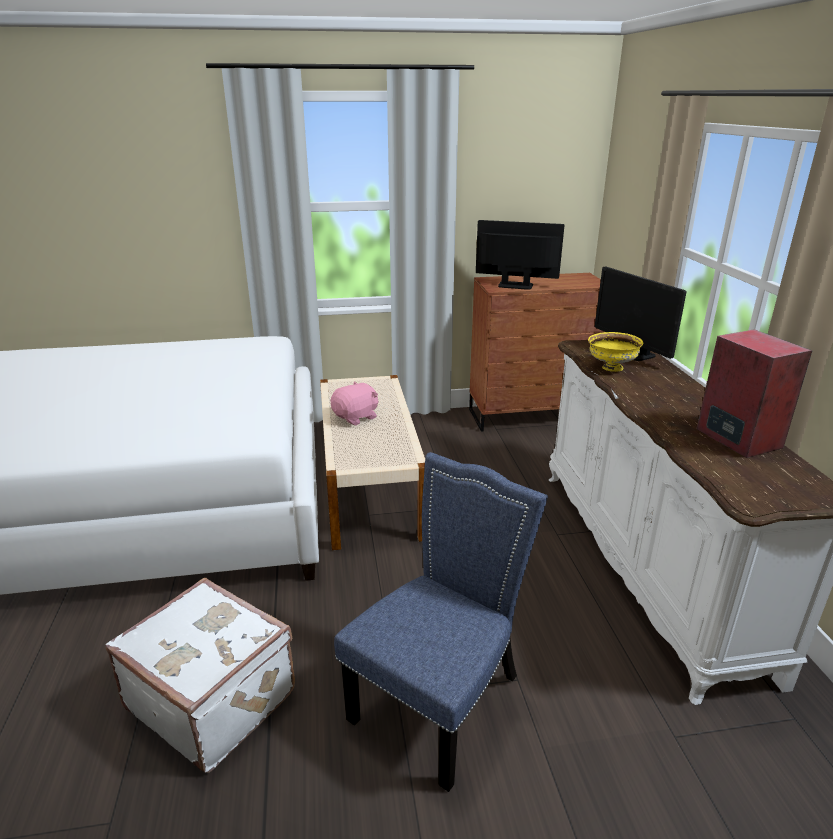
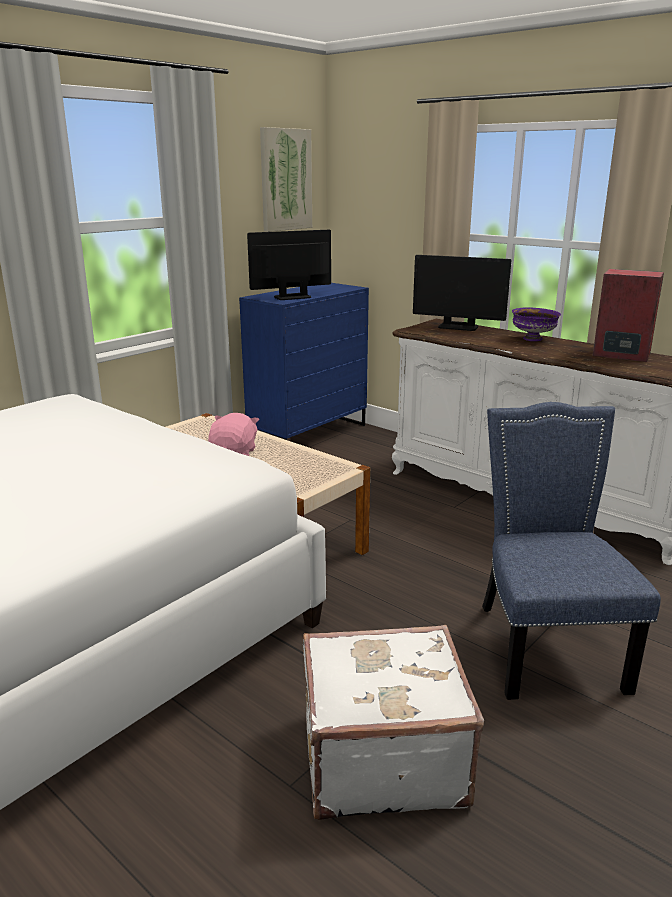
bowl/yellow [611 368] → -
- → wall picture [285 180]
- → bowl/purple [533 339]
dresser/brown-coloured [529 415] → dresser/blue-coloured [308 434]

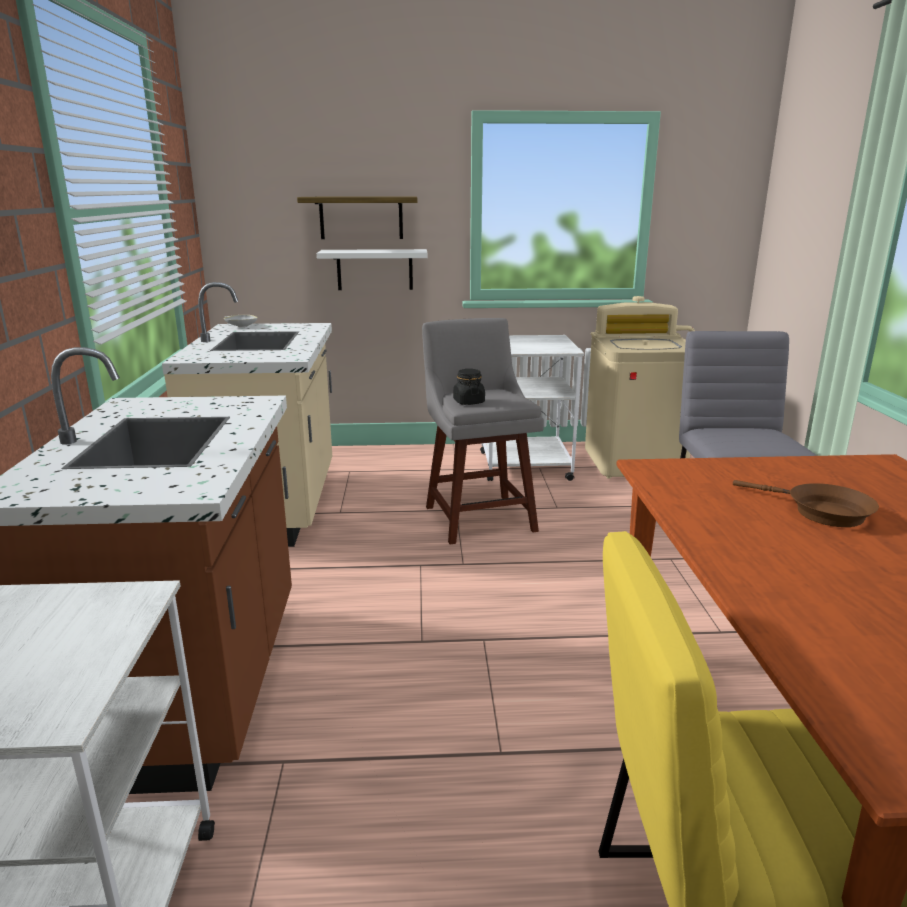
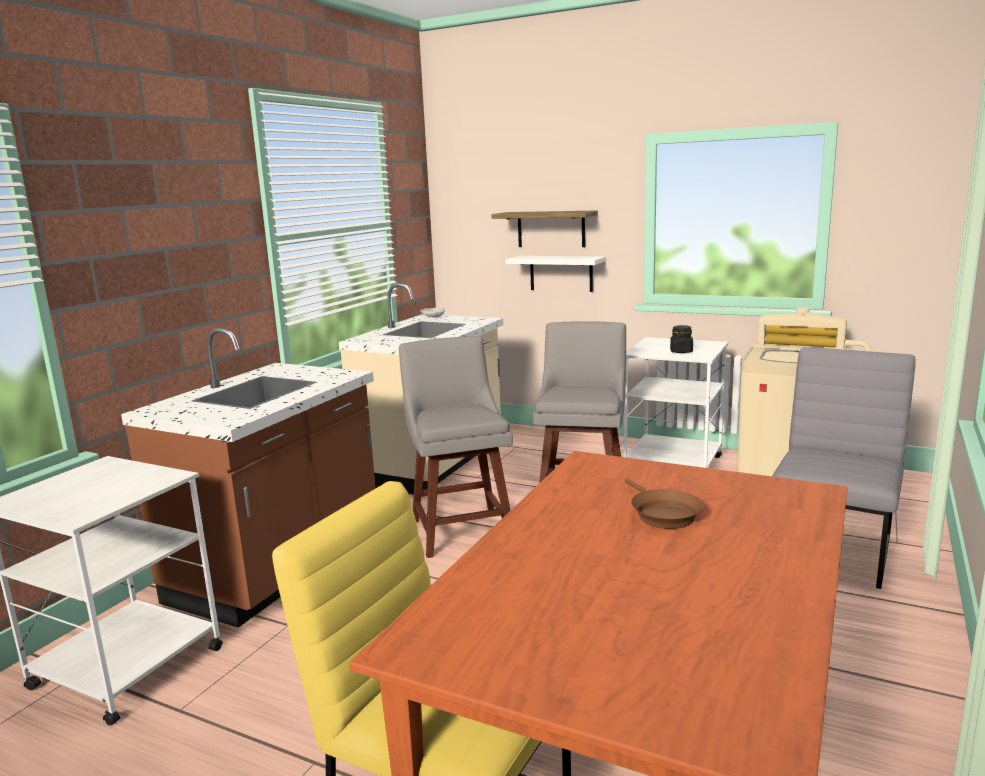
- → stool seat/gray [461 528]
preserve jar/black-coloured [468 402] → preserve jar/black-coloured [681 351], move

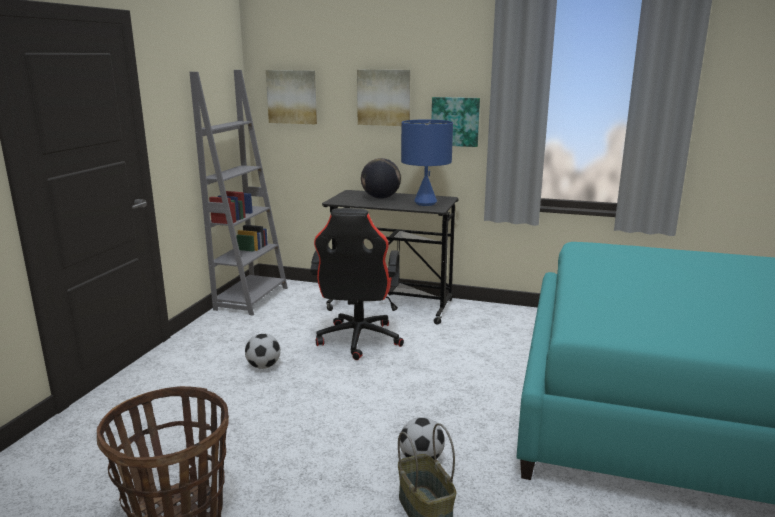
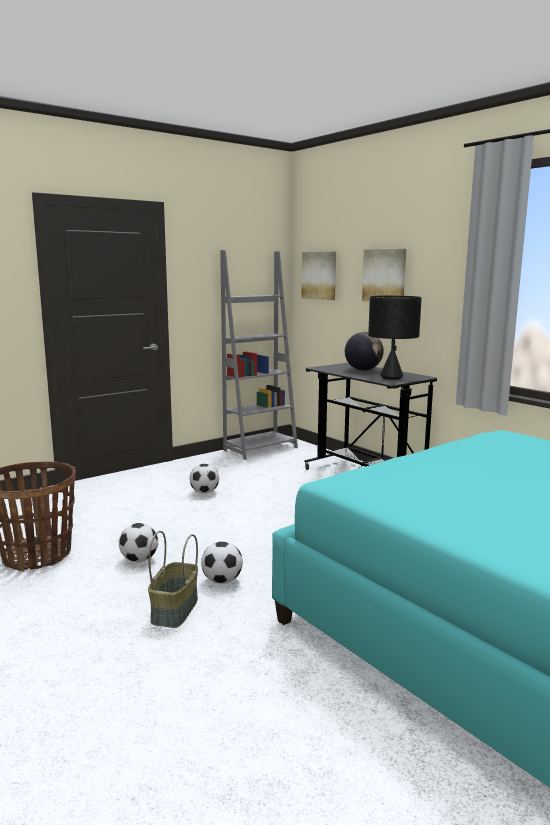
office chair/black-coloured [358 343] → -
wall picture [455 121] → -
- → ball for football [139 560]
tabletop lamp/blue-coloured [425 204] → tabletop lamp/black-coloured [391 378]

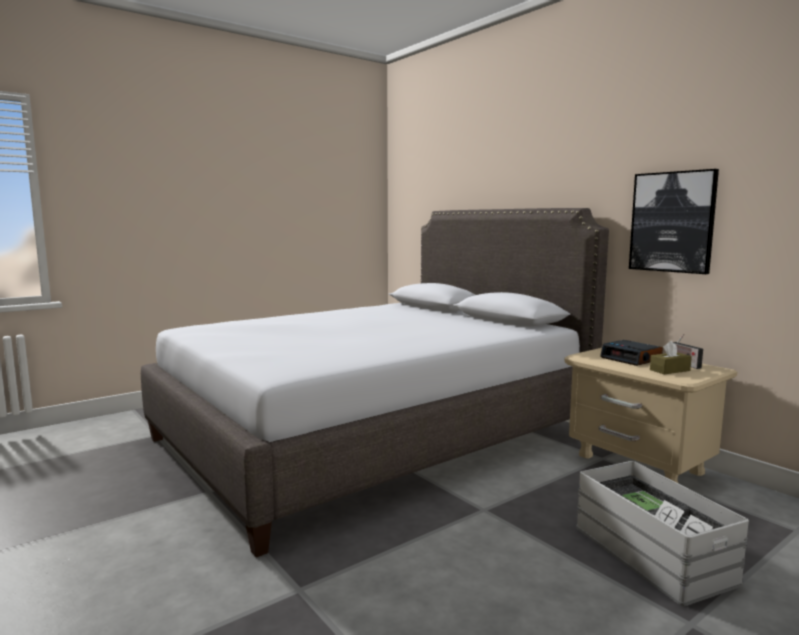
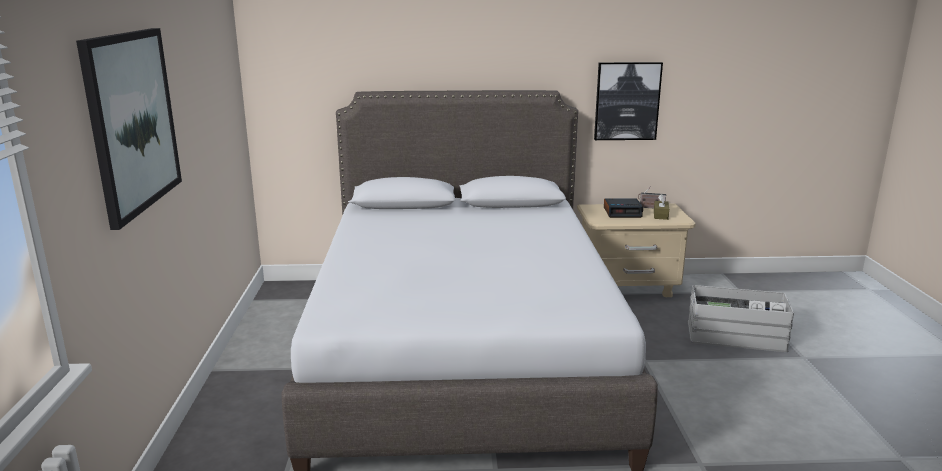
- → wall picture [132 121]

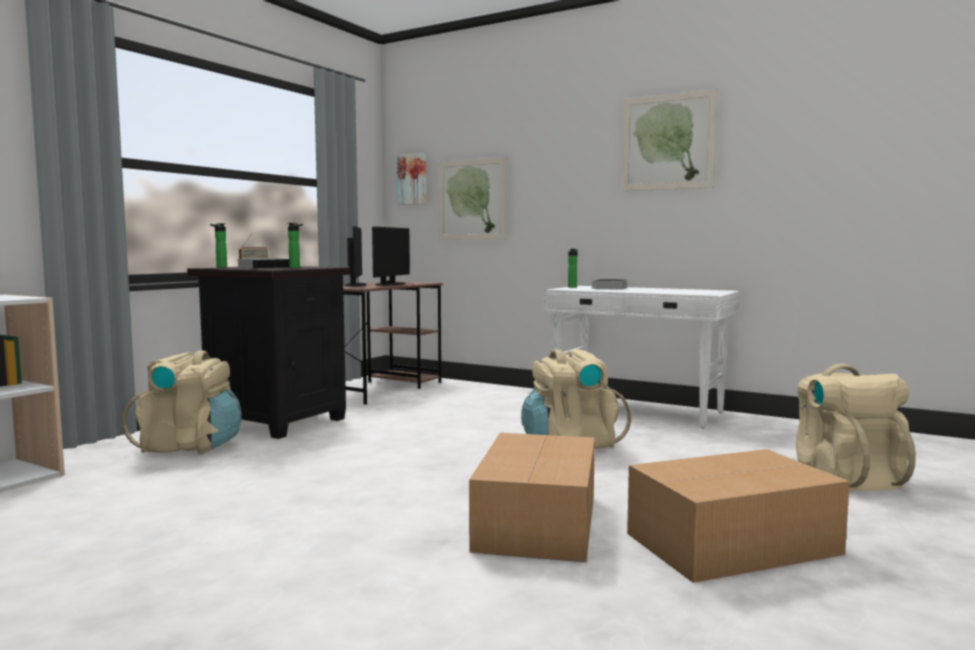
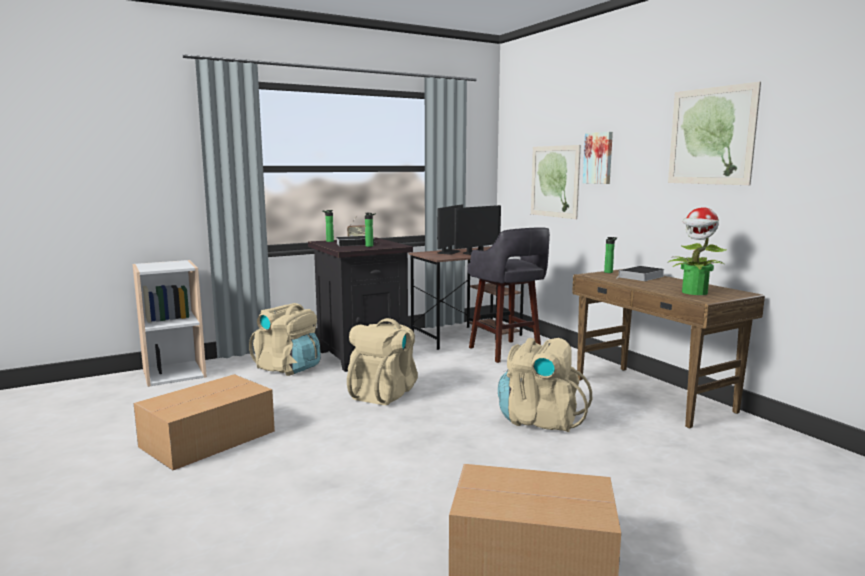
- → stool seat/gray [506 352]
- → houseplant [694 292]
wall picture [413 179] → wall picture [599 158], move
carton [539 521] → carton [210 438], move
backpack/beige-coloured [846 477] → backpack/beige-coloured [383 393], move
narrow table/whitish [638 410] → narrow table/brown-coloured [653 395]

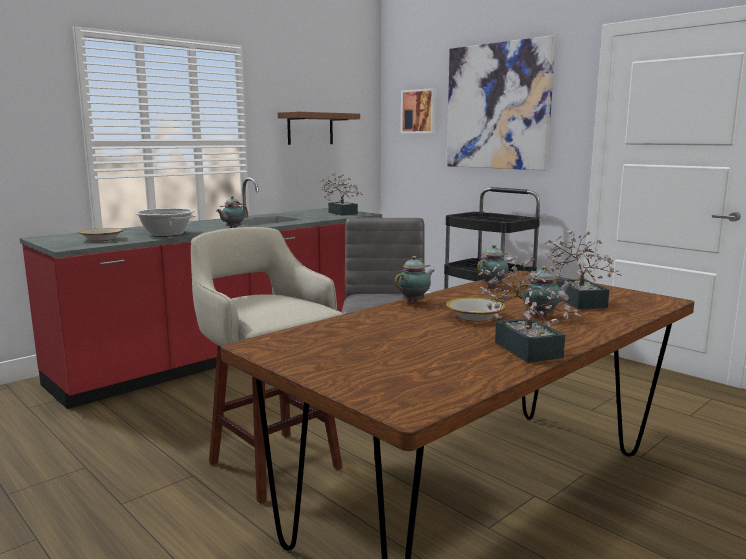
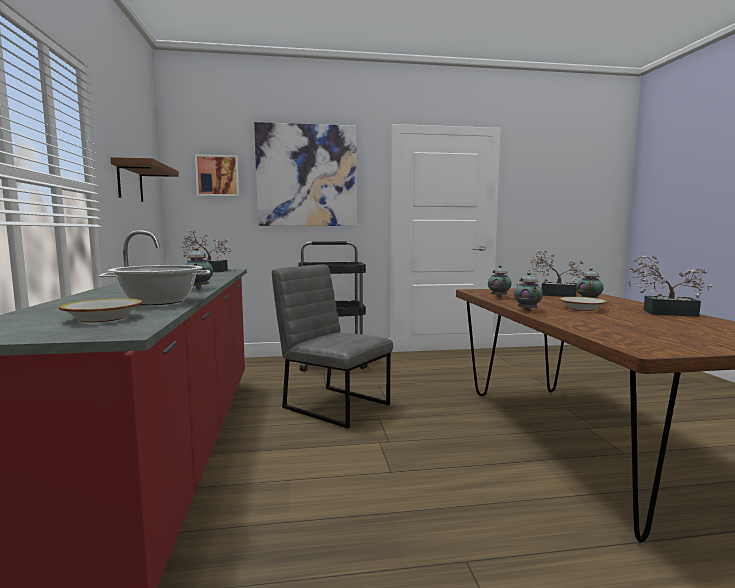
stool seat/beige-coloured [272 462] → -

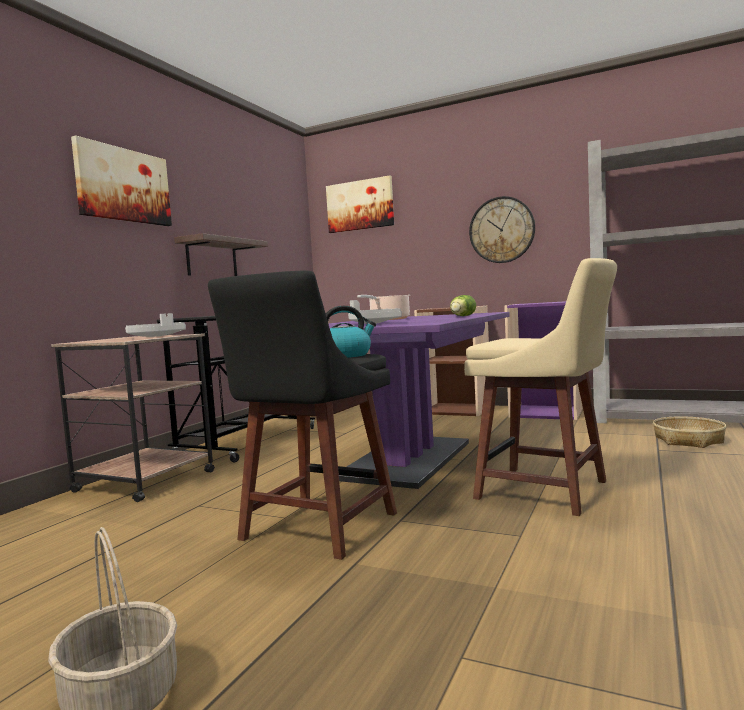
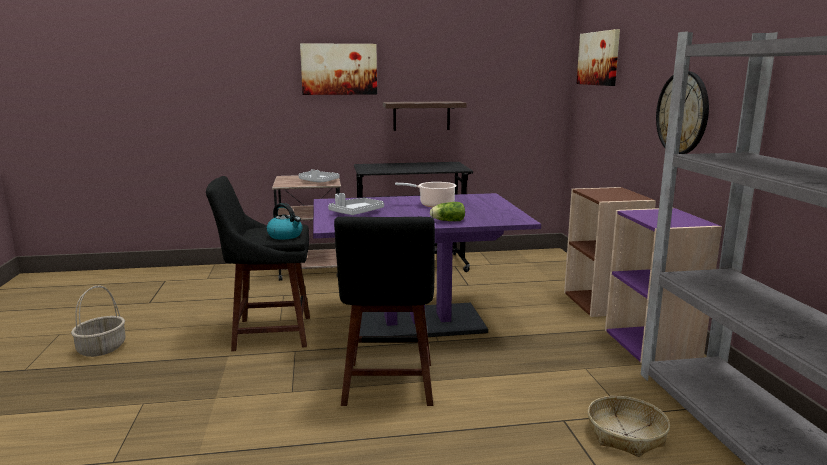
stool seat/beige-coloured [548 491] → stool seat/black-coloured [387 386]

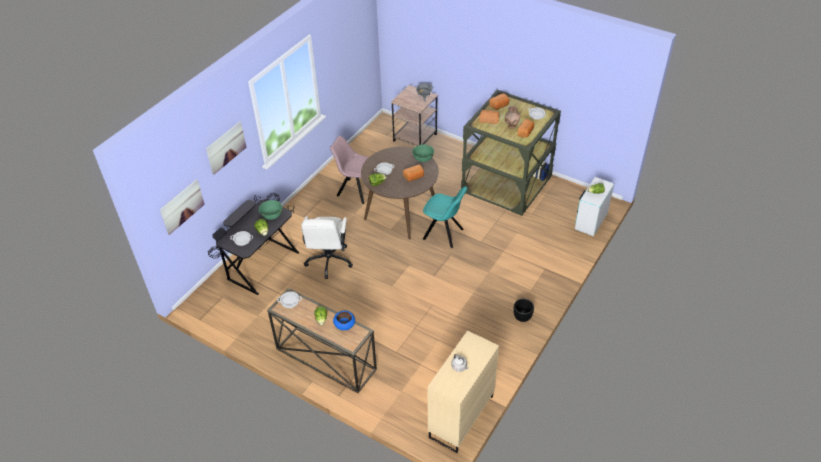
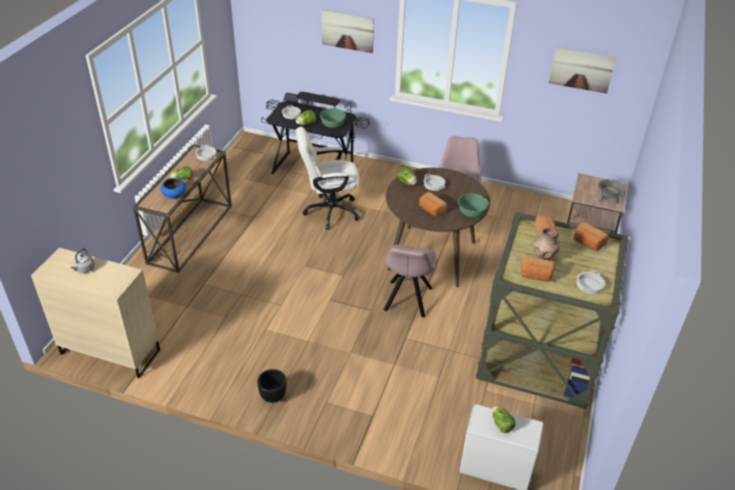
wall picture [182 206] → wall picture [581 69], move
chair/blue-green [443 234] → chair/pink-coloured [407 299]

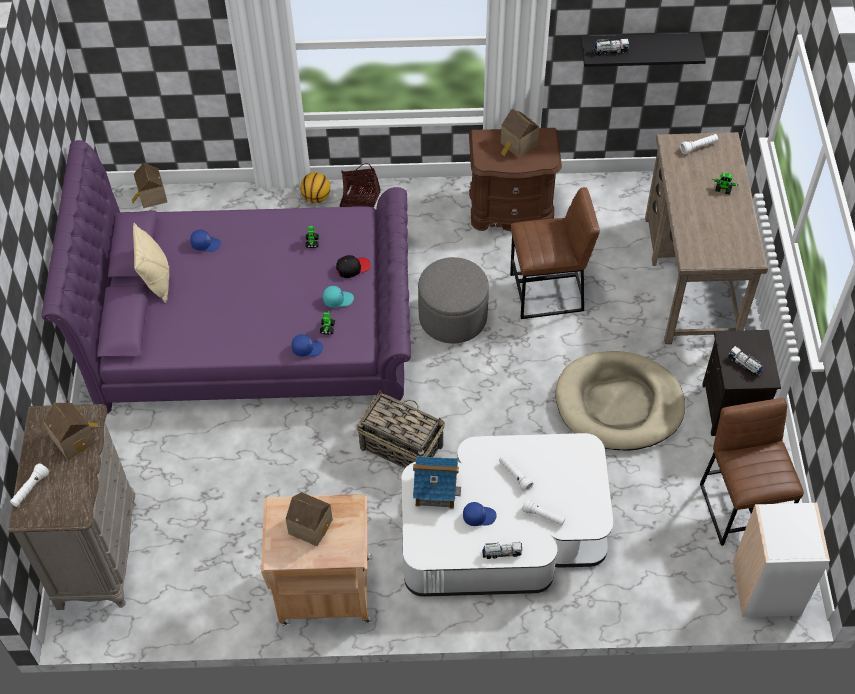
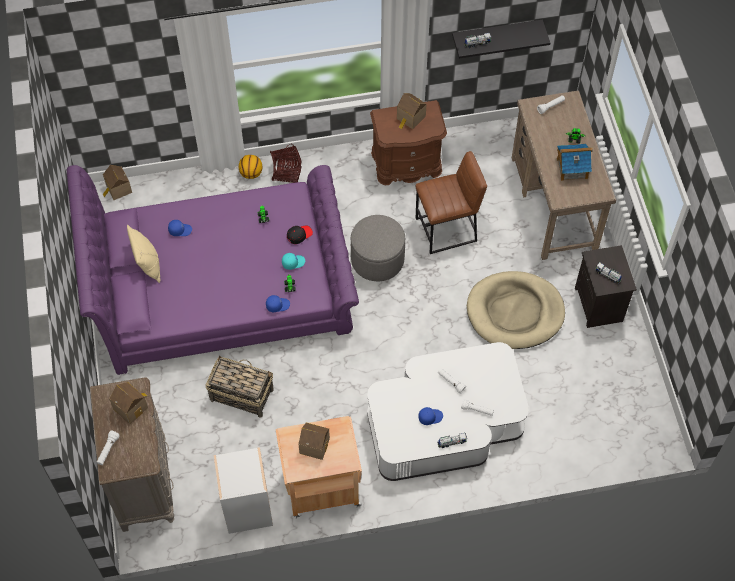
chair/brown-coloured [740 507] → -
basket [400 446] → basket [241 394], move
toy house [435 490] → toy house [572 168], move
bookshelf [765 588] → bookshelf [247 508], move

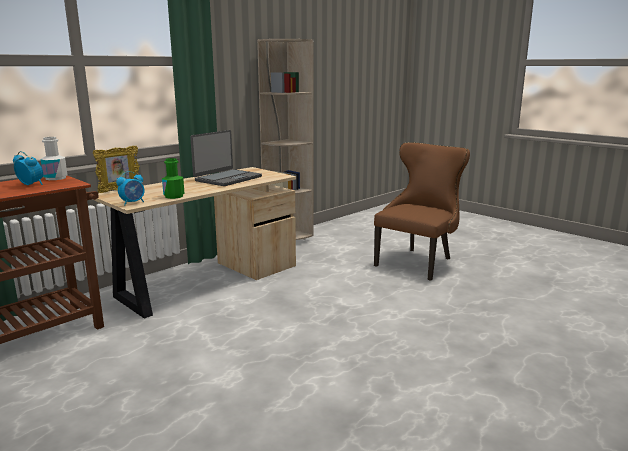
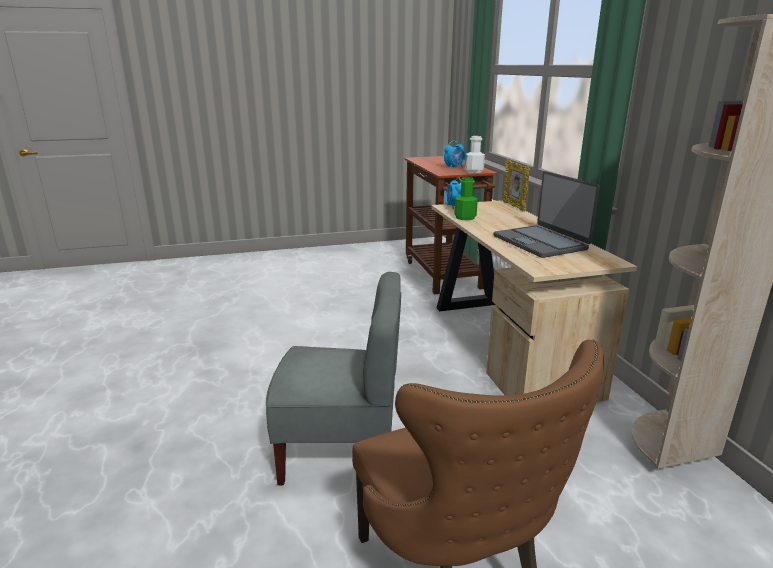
- → chair/gray [340 451]

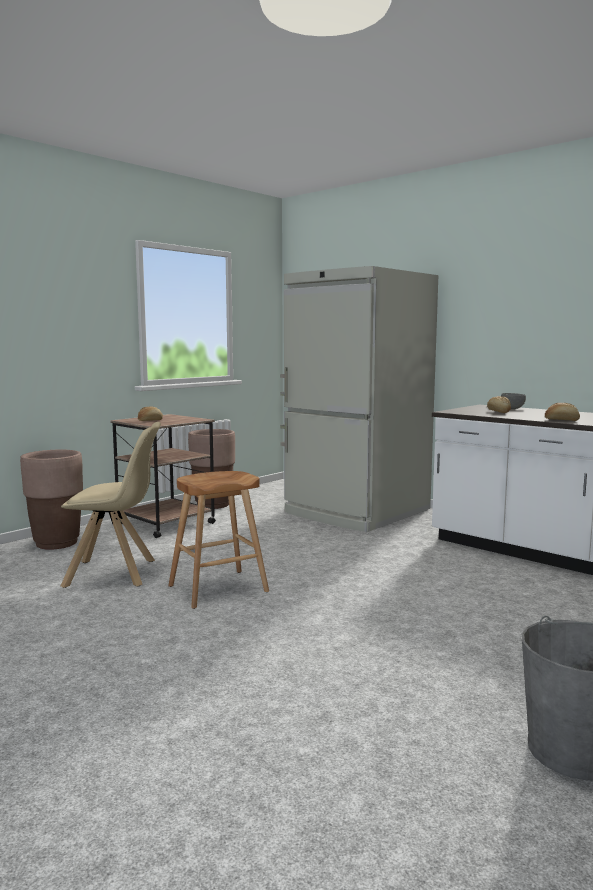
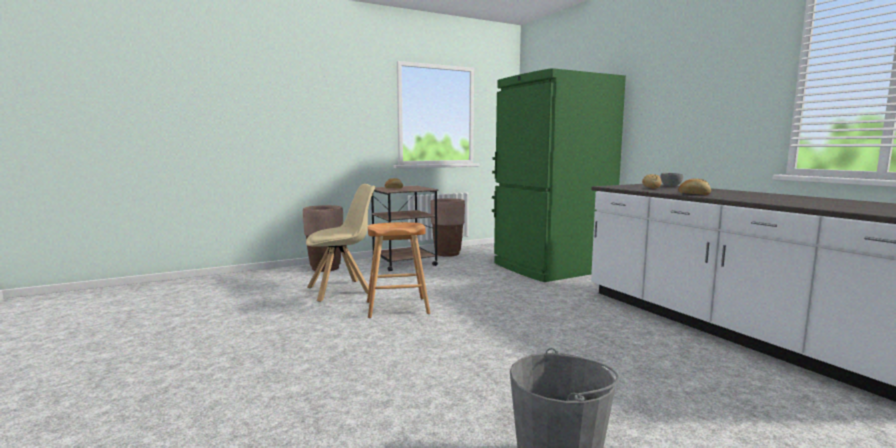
refrigerator/whitish [356 510] → refrigerator/green-coloured [550 266]
chair/beige-coloured [115 573] → chair/beige-coloured [342 290], 45 degrees counterclockwise

